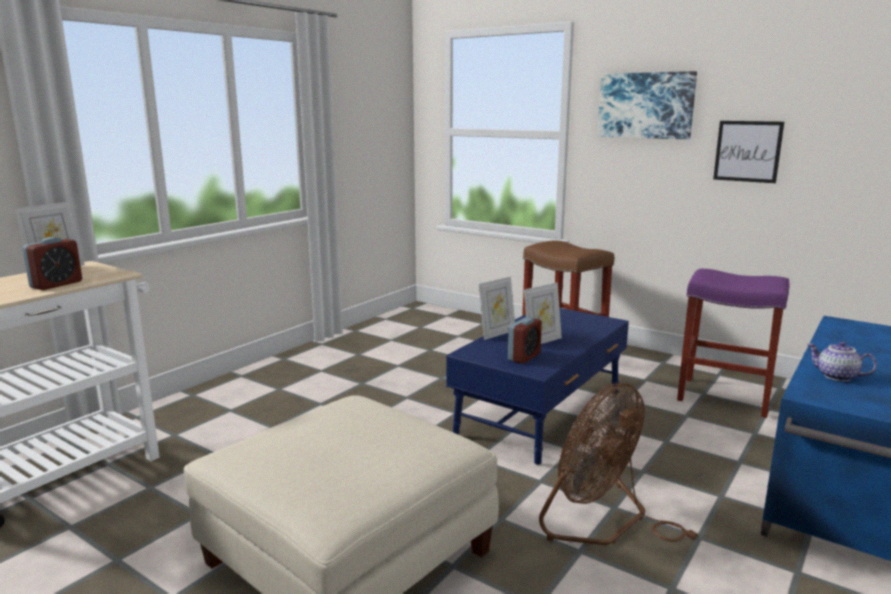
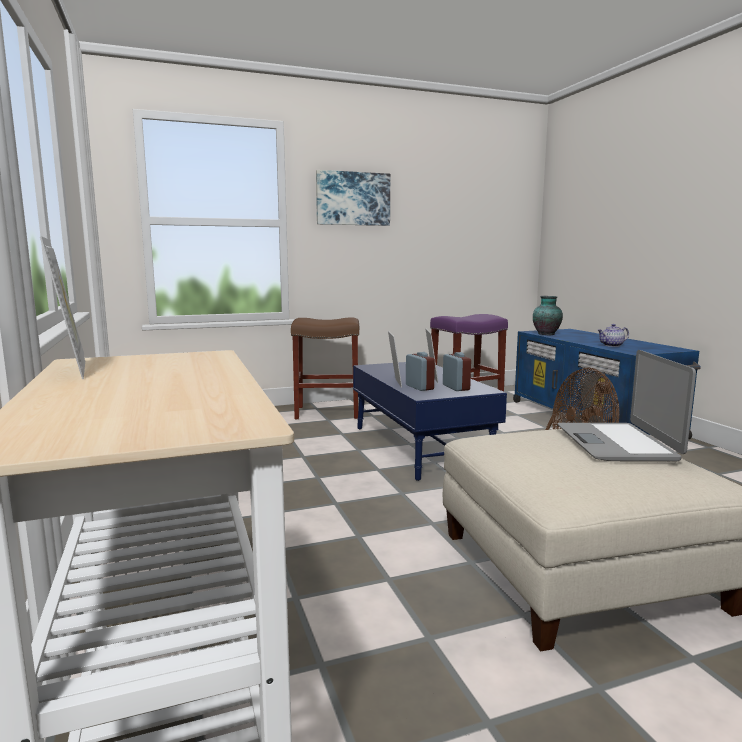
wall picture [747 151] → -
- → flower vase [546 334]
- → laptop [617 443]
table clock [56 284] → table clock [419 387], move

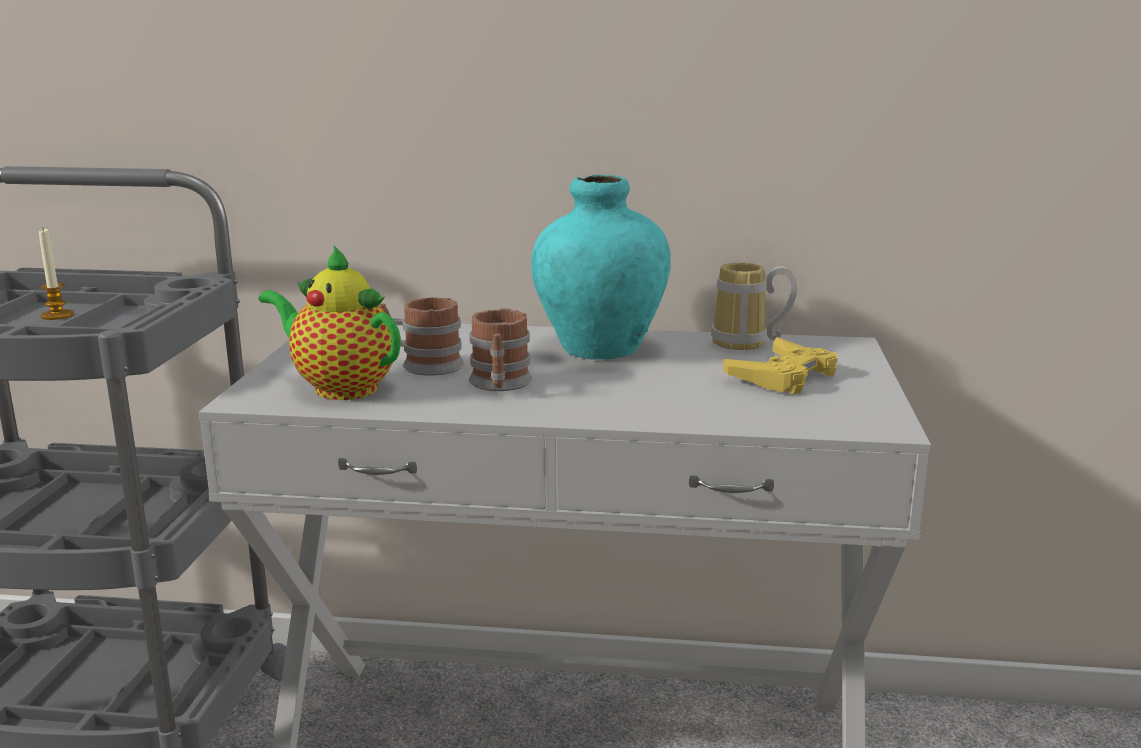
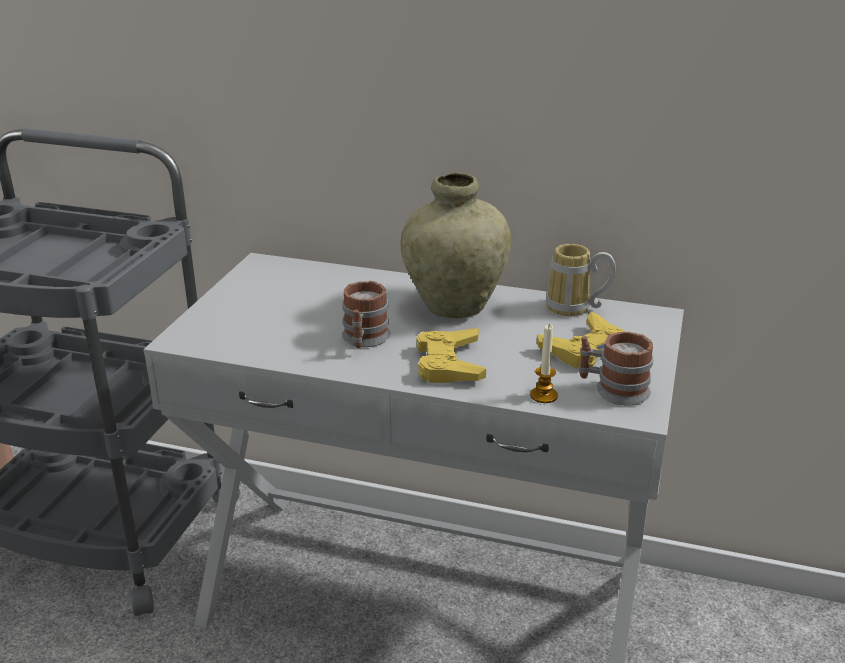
pot for tea [340 388] → -
- → game controller/yellow [449 363]
candle [57 315] → candle [543 395], move
mug [422 365] → mug [613 390], move
flower vase/blue-green [599 349] → flower vase/beige-coloured [454 306]

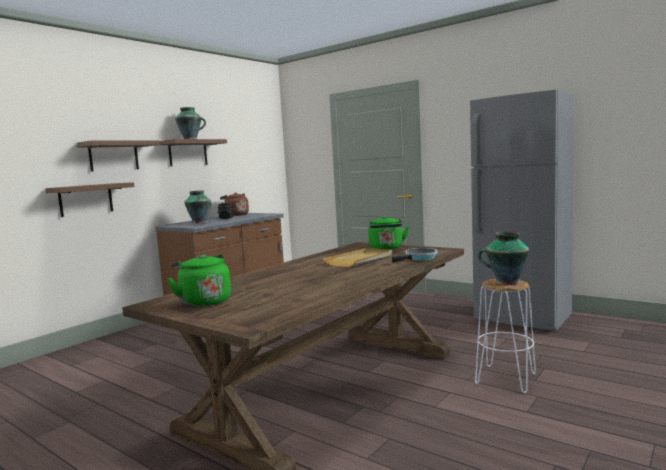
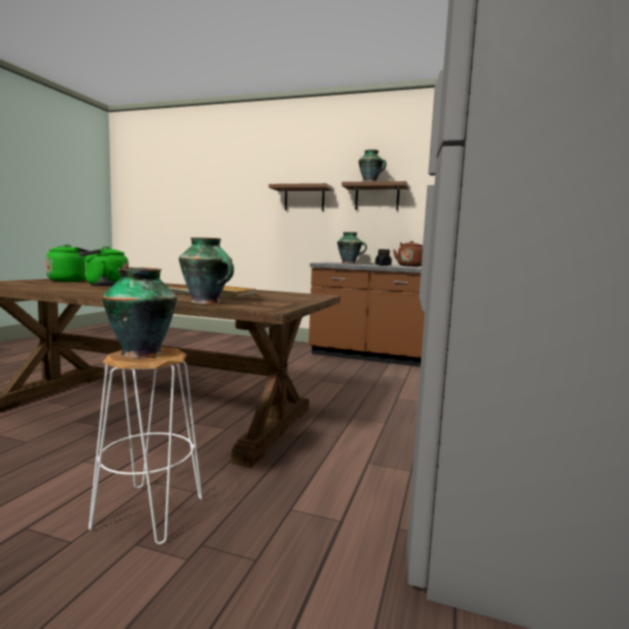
bracket shelf/brown-coloured [86 199] → -
water kettle/green-coloured [386 248] → water kettle/green-coloured [104 285], move
frying pan [419 258] → flower vase [207 302]

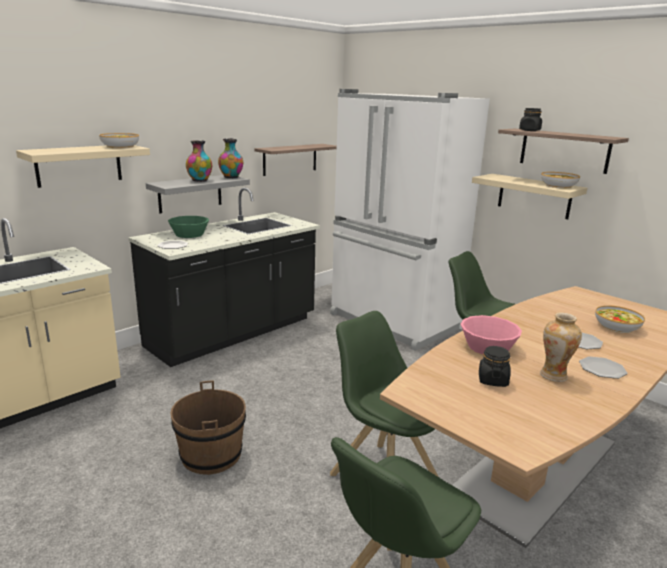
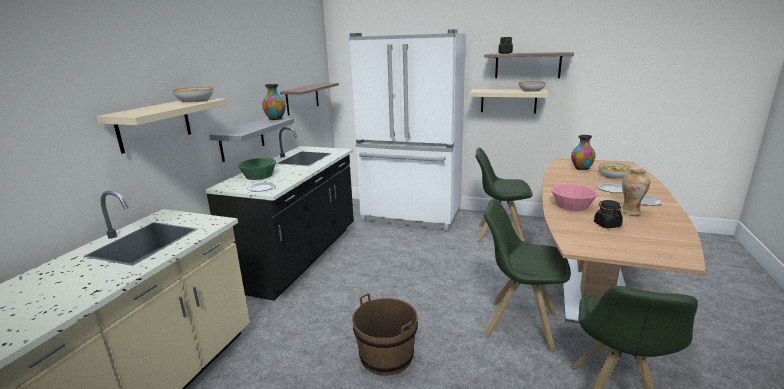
flower vase [200 181] → flower vase [581 168], move

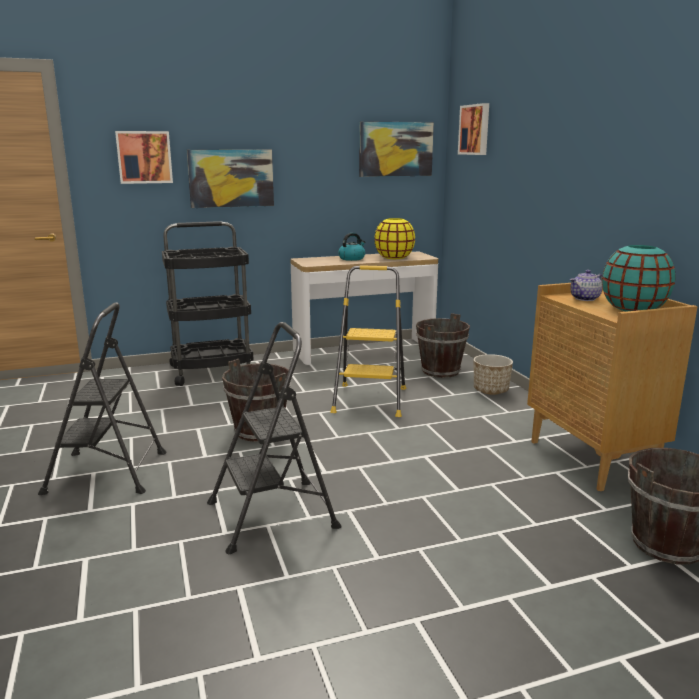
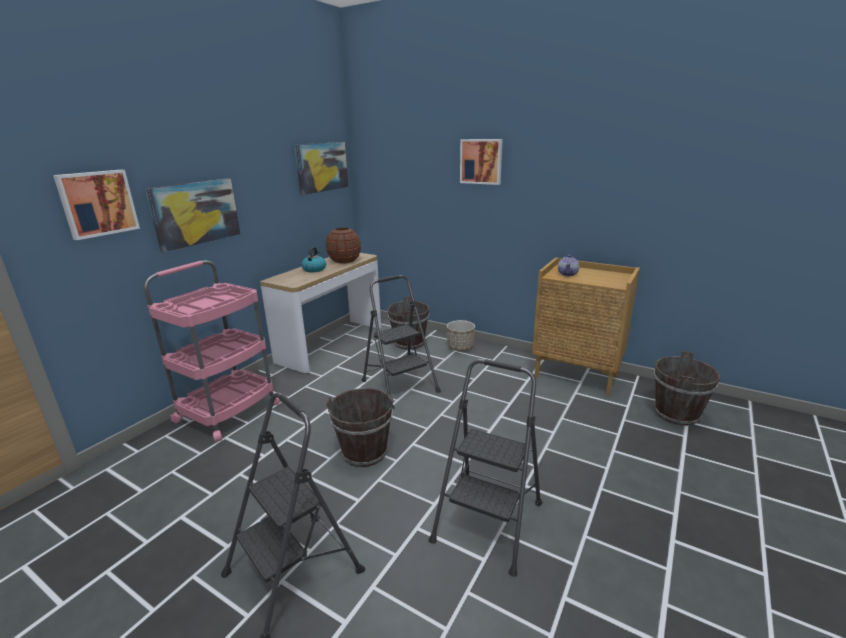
flower vase/blue-green [633 309] → -
wall picture [475 129] → wall picture [481 161], move
cart/black-coloured [212 371] → cart/pink-coloured [229 412]
stepladder/yellow [370 398] → stepladder/black-coloured [399 384]
flower vase/yellow [394 257] → flower vase/brown-coloured [344 261]

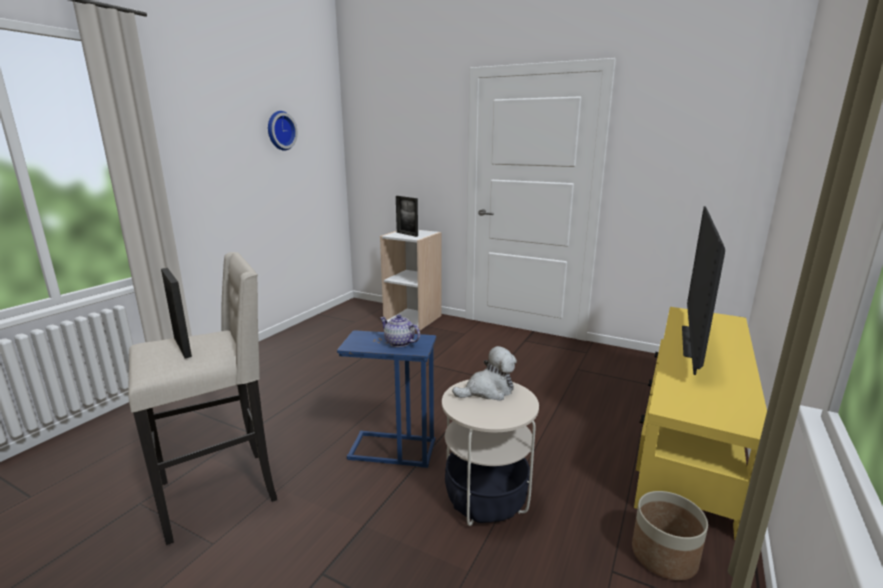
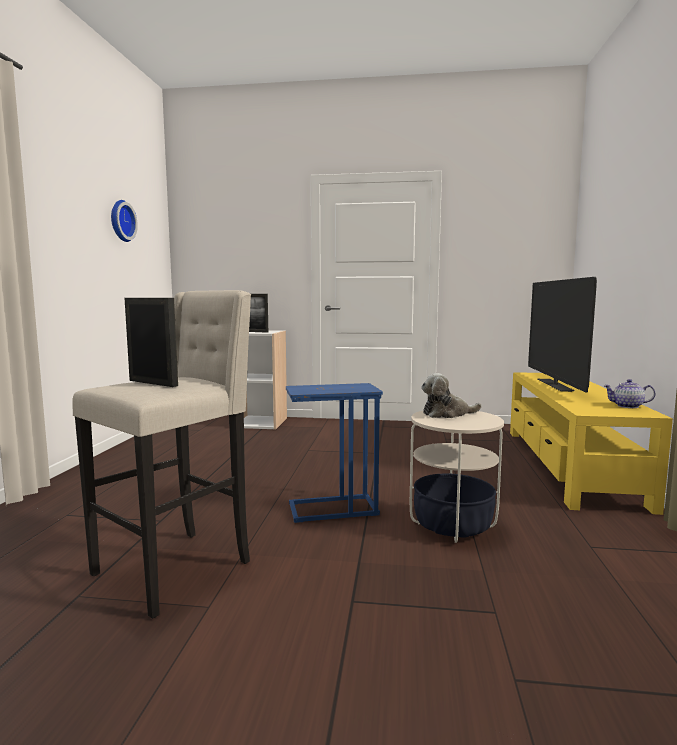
planter [664 556] → -
pot for tea [399 343] → pot for tea [627 406], move
plush toy [488 391] → plush toy [447 414], 150 degrees counterclockwise

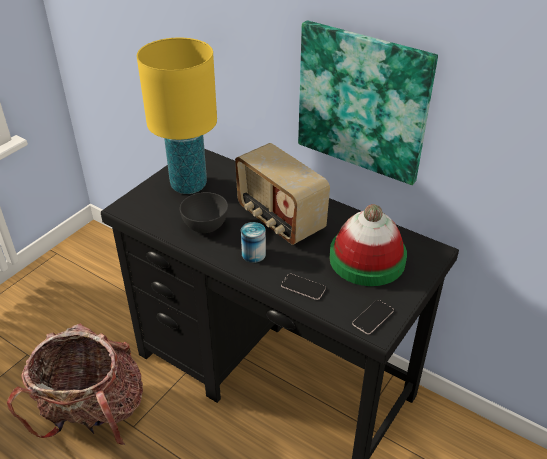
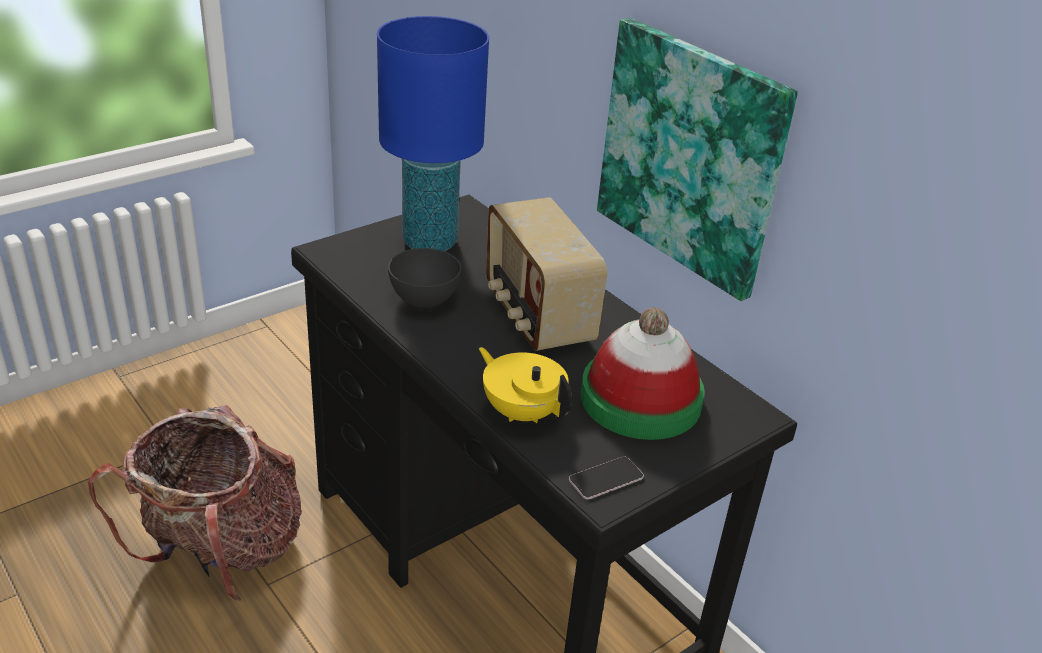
can [253 254] → -
handset [303 287] → pot for tea/yellow [522 411]
tabletop lamp/yellow [188 185] → tabletop lamp/blue-coloured [429 242]

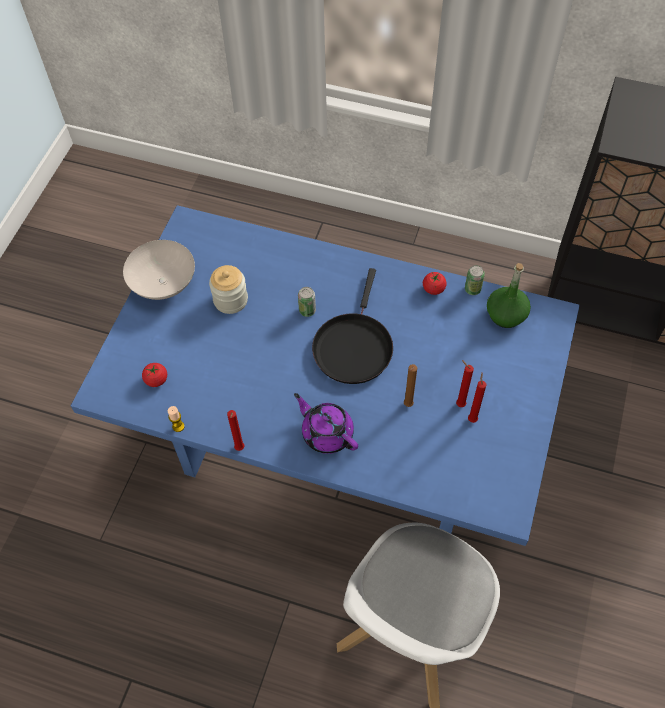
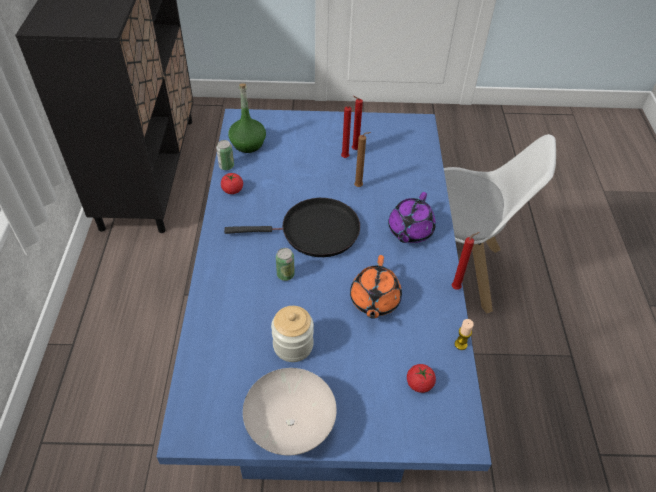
- → pot for tea/orange [374 301]

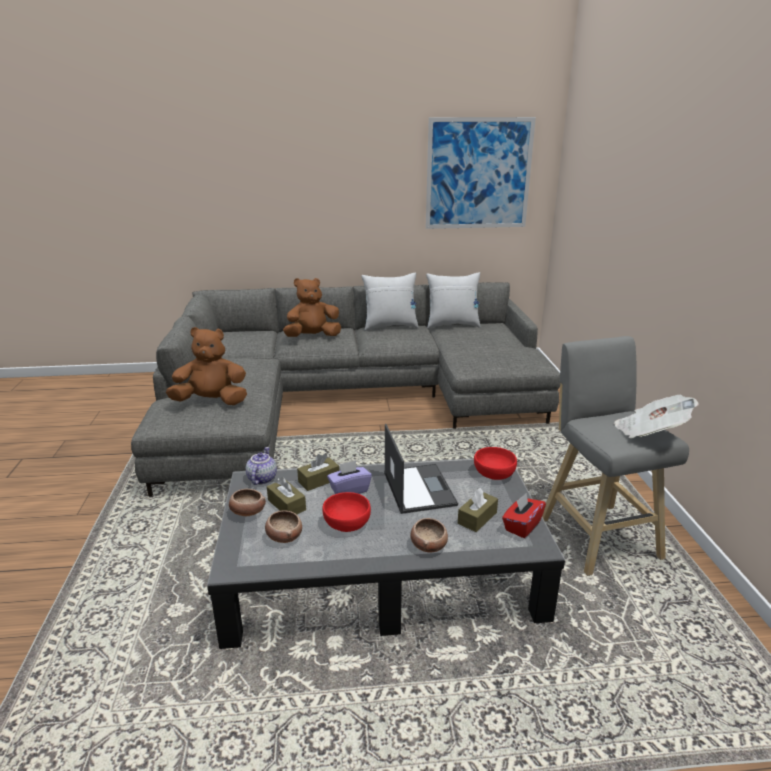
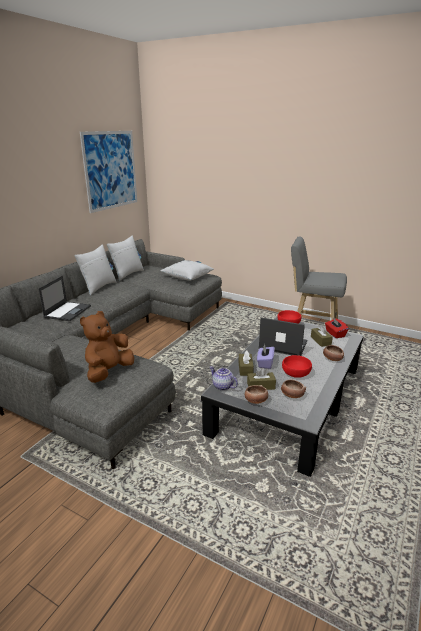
newspaper [650 432] → -
- → cushion/gray [187 277]
plush toy/brown-coloured [312 337] → laptop [68 311]

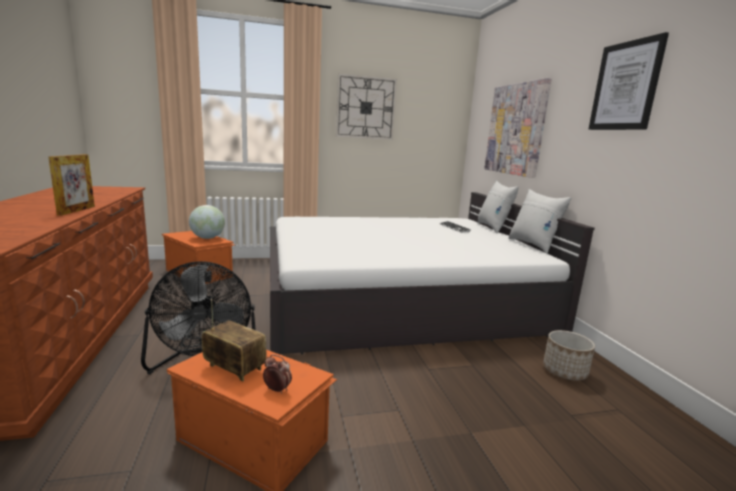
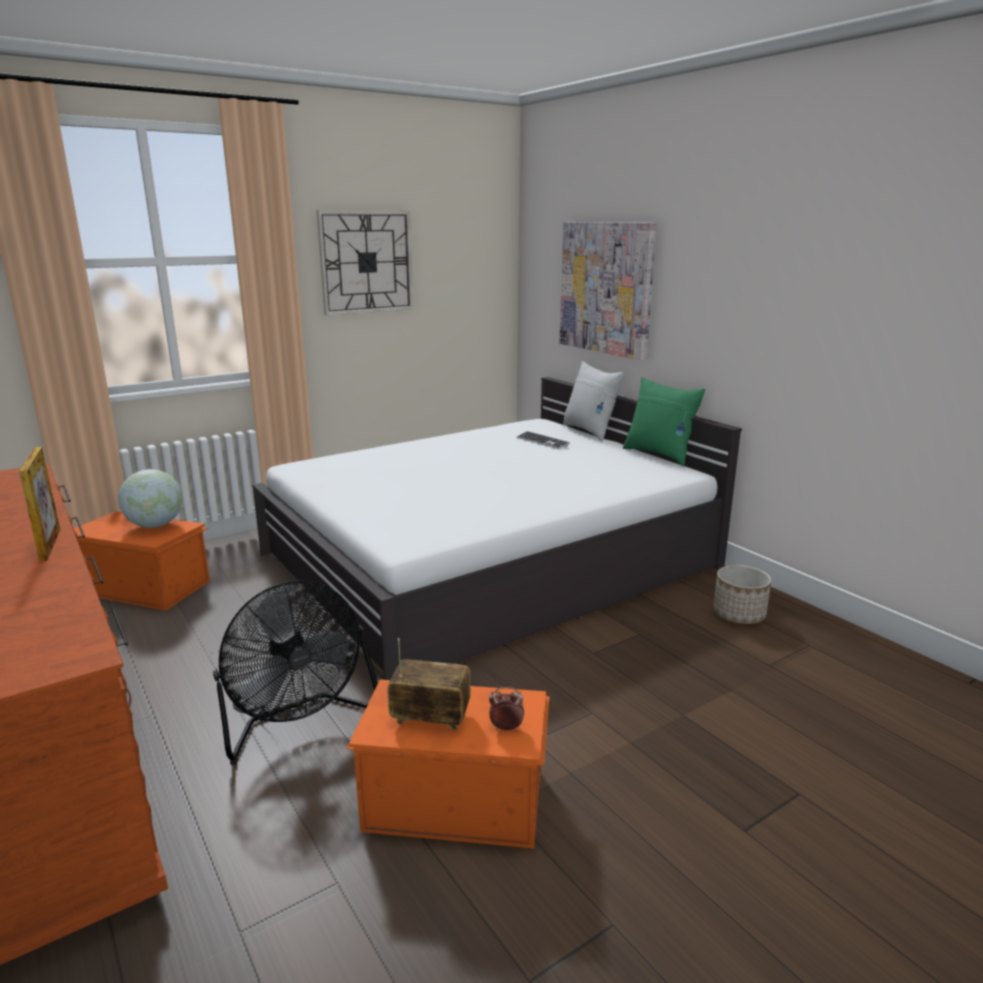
wall picture [625 86] → -
cushion/gray [532 245] → cushion/green-coloured [659 455]

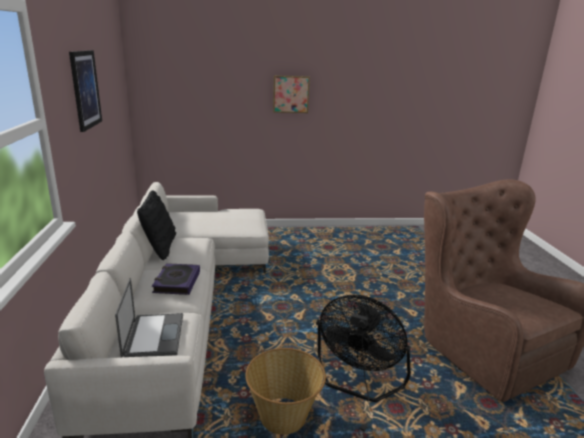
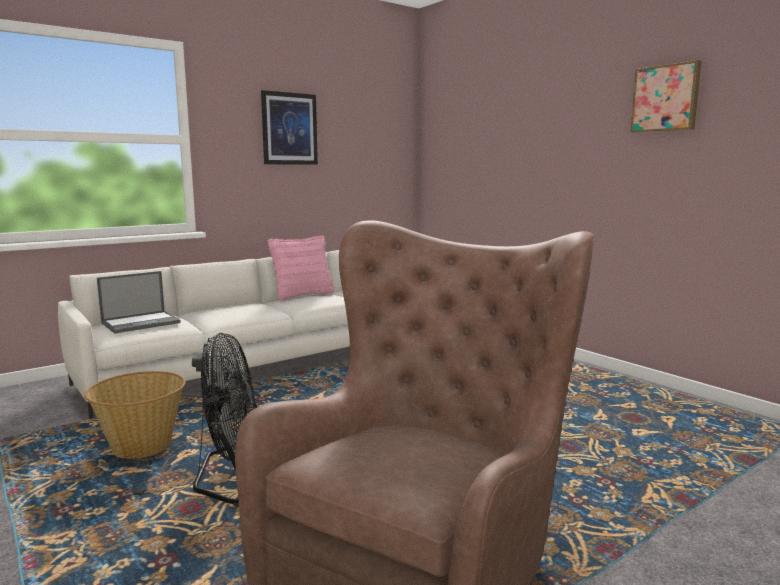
volume [177 282] → -
wall picture [290 94] → wall picture [666 98], move
cushion/black-coloured [160 248] → cushion/pink-coloured [303 295]

